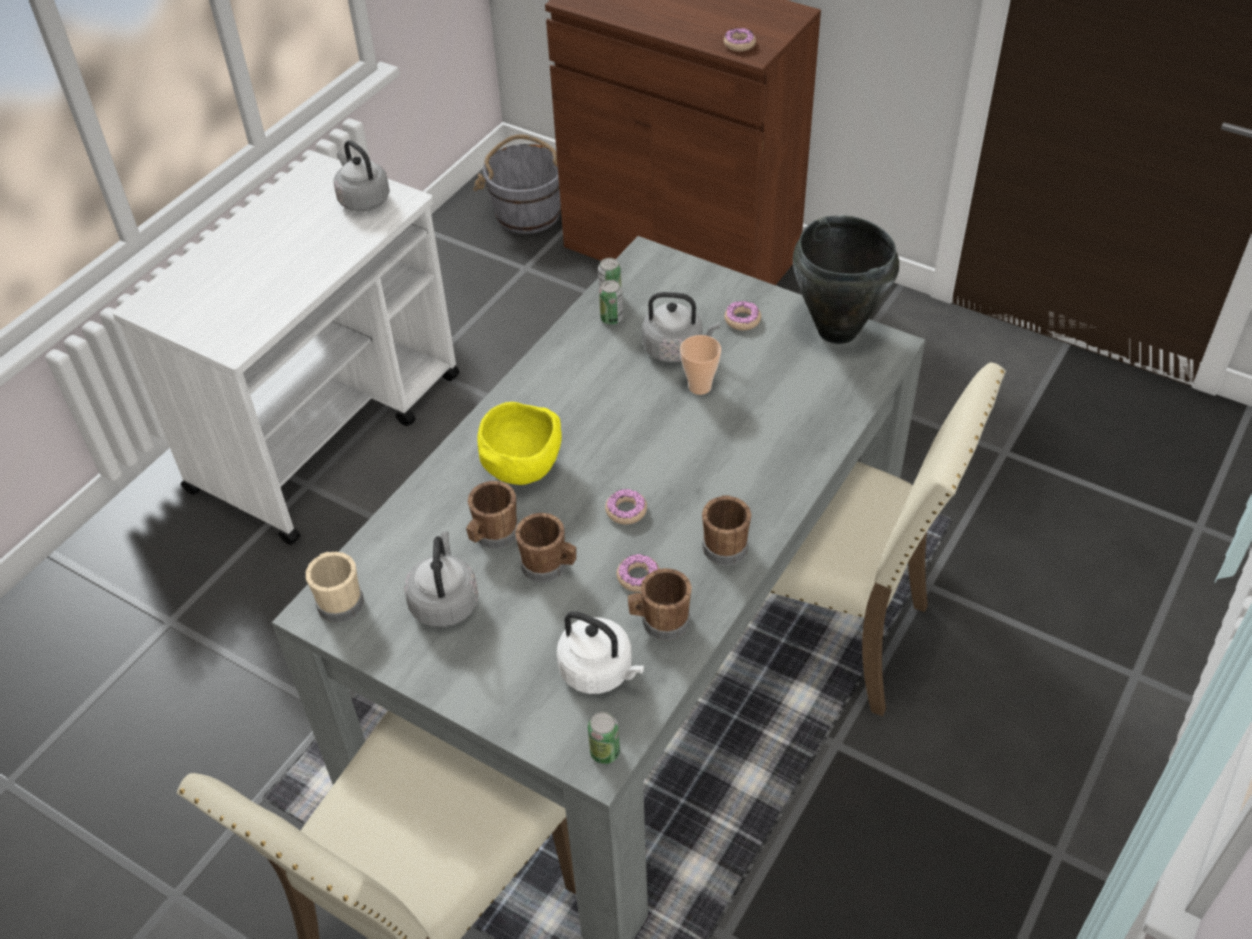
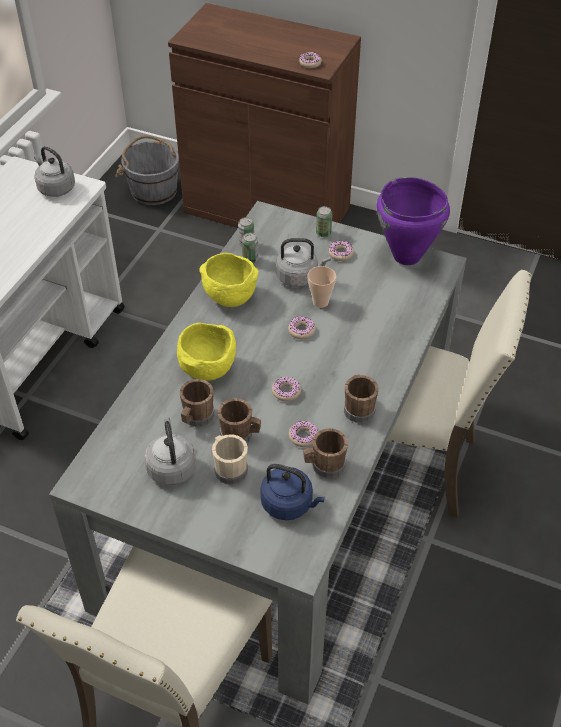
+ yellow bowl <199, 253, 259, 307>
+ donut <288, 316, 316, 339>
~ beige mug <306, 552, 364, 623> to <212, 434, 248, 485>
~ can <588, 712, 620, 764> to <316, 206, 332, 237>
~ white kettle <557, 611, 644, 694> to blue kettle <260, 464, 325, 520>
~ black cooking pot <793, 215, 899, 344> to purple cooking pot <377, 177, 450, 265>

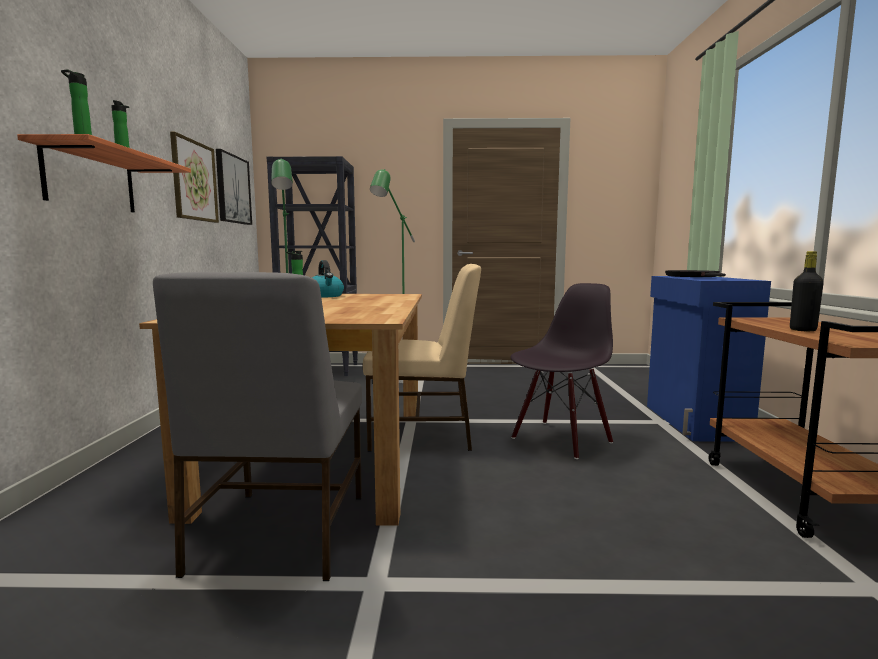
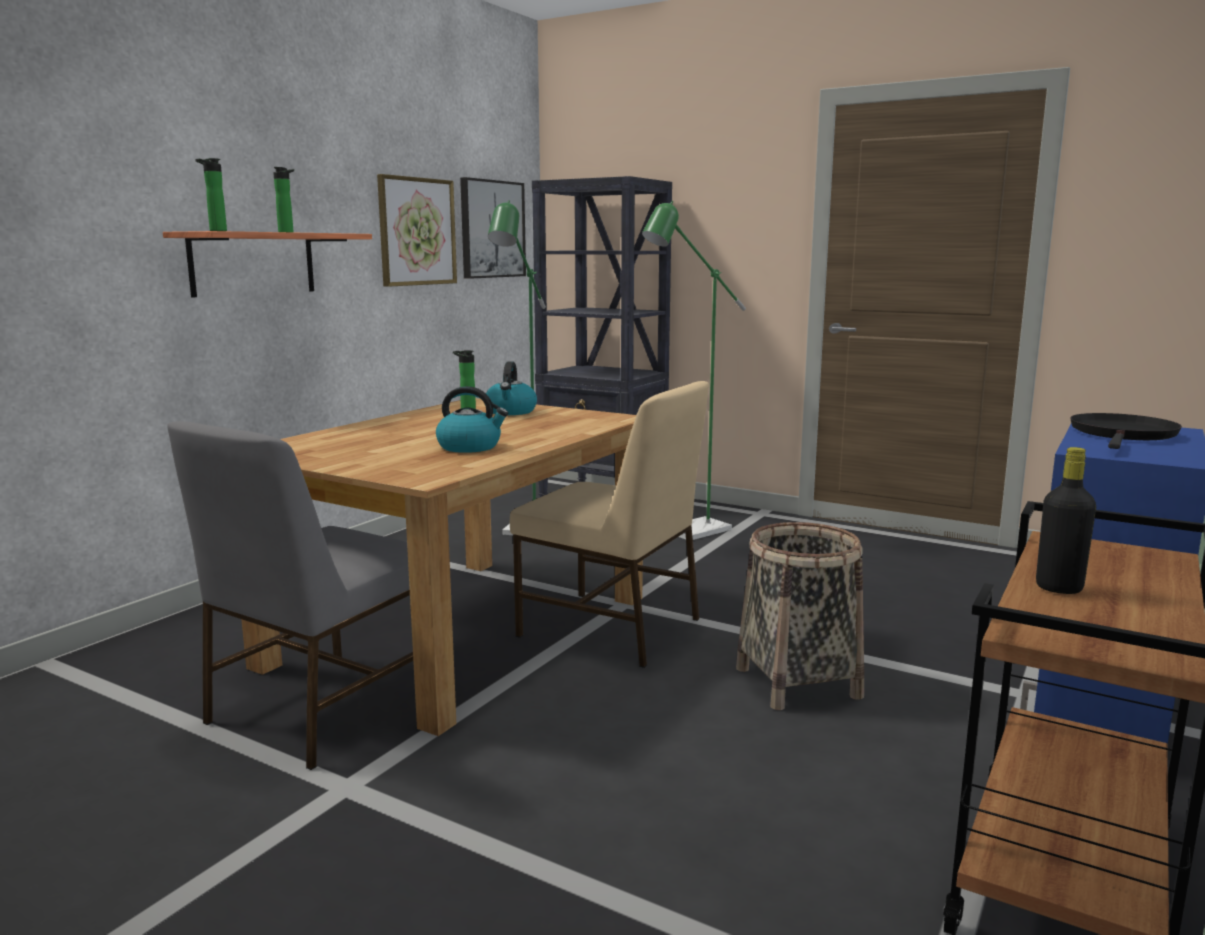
+ kettle <436, 386, 508, 453>
~ black chair <510, 283, 613, 459> to basket <736, 522, 864, 710>

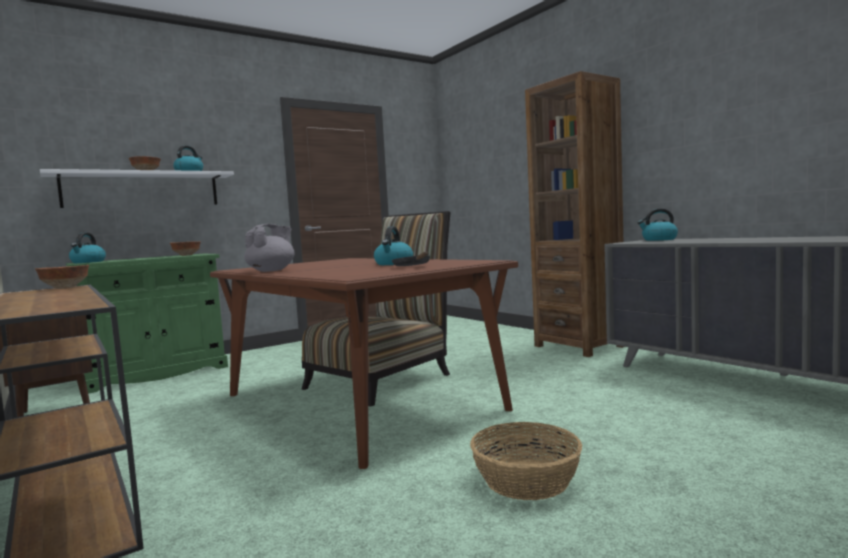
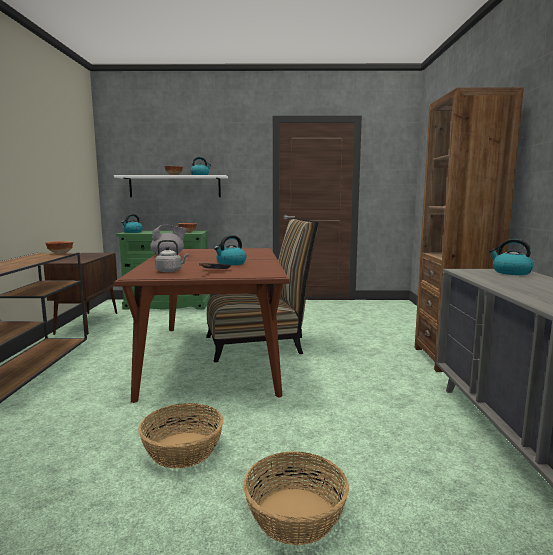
+ grey kettle <155, 240, 189, 272>
+ basket <243, 451, 349, 545>

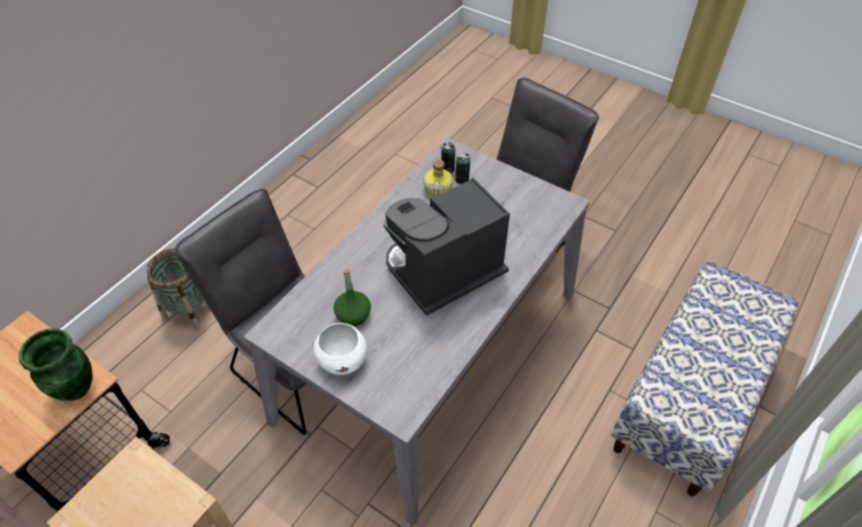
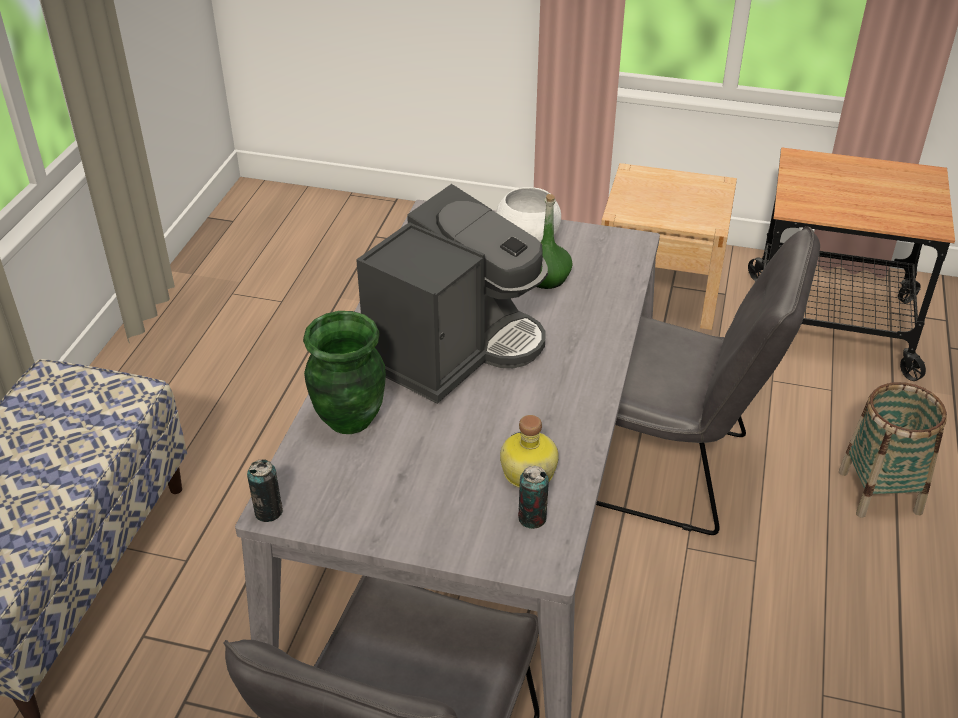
~ green vase <19, 329, 93, 400> to <303, 311, 386, 434>
~ can <455, 153, 470, 184> to <247, 459, 283, 522>

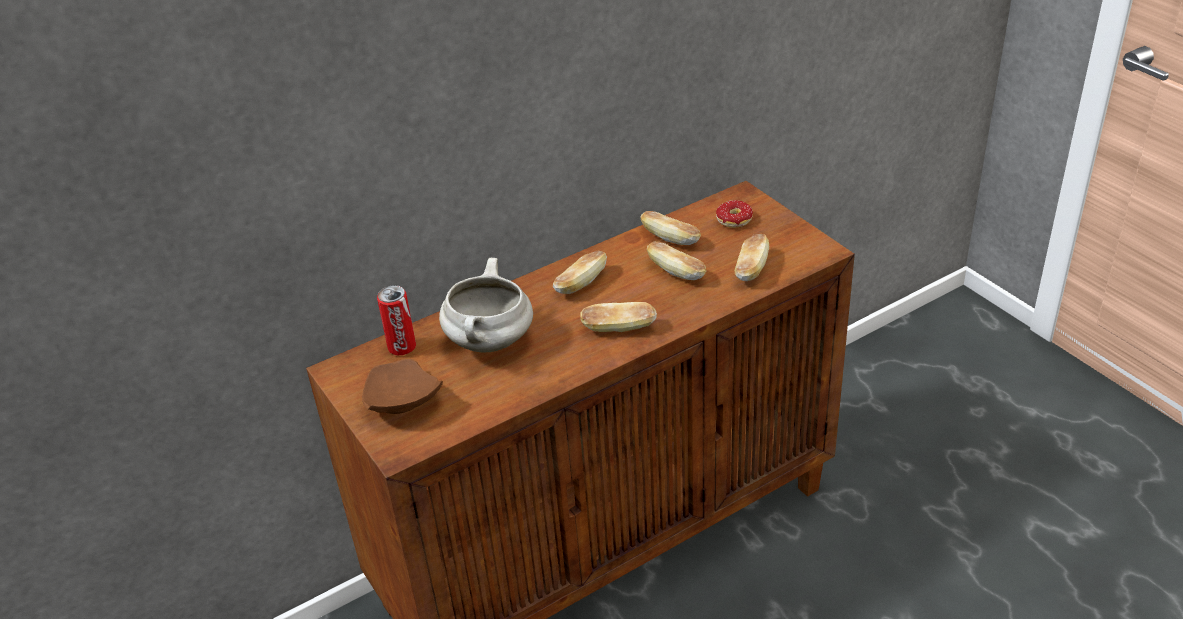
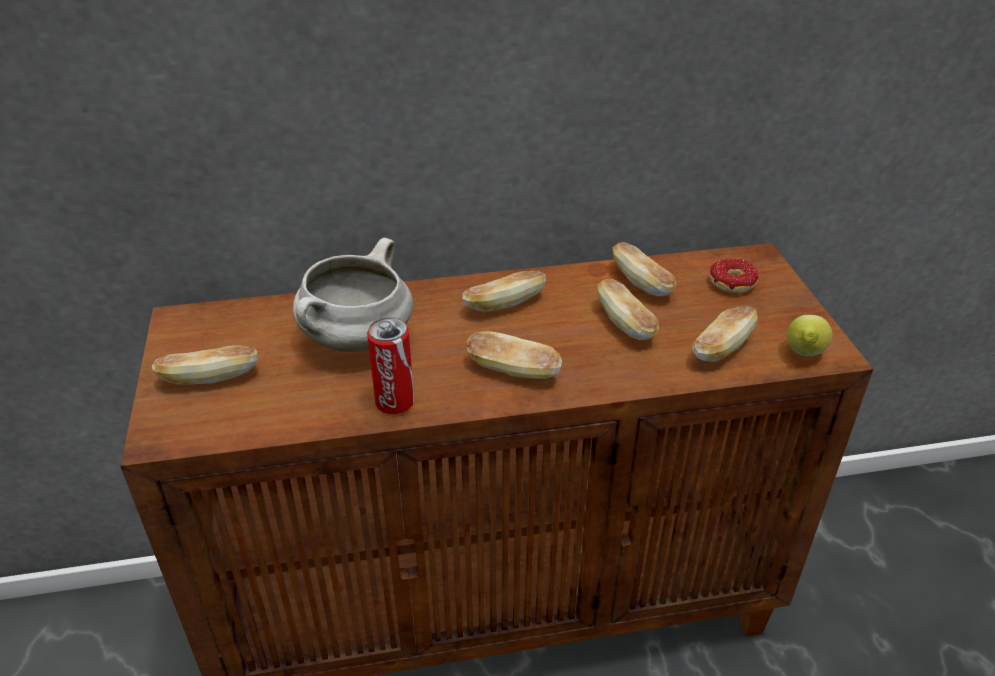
+ lemon <787, 315, 832, 356>
~ can <377, 285, 416, 355> to <367, 317, 414, 414>
~ brown plate <362, 359, 443, 414> to bread <152, 345, 258, 385>

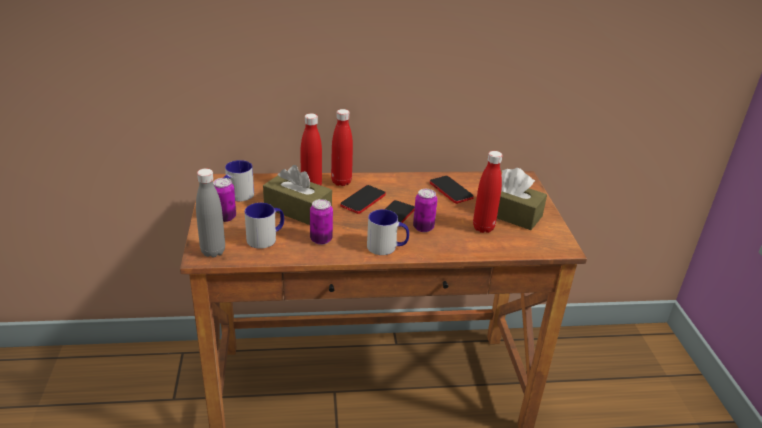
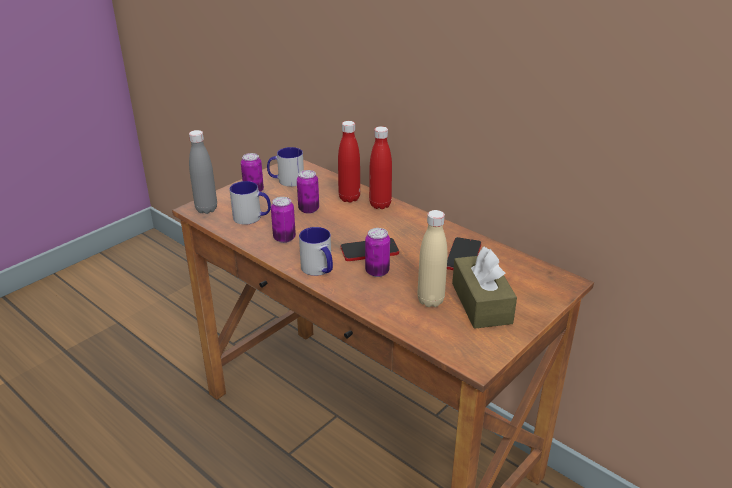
- phone <340, 185, 386, 214>
~ brown tissue box <263, 165, 332, 225> to can <297, 170, 319, 214>
~ red bottle <473, 151, 503, 233> to beige bottle <417, 210, 448, 307>

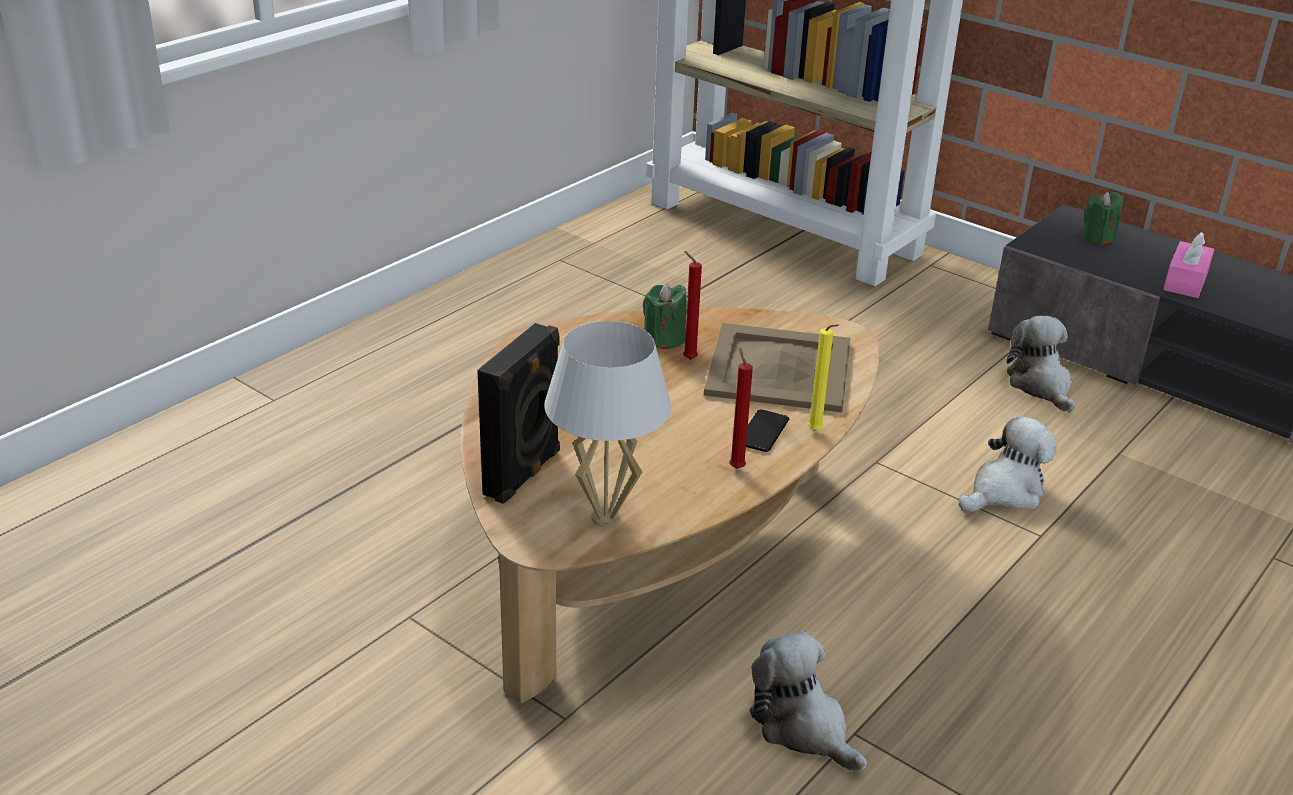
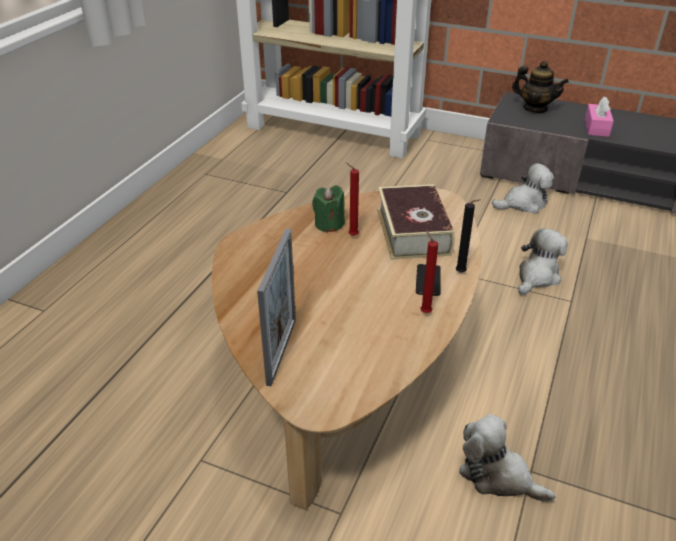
- white table lamp <544, 321, 671, 527>
~ black speaker <477, 323, 560, 504> to picture frame <257, 229, 296, 386>
~ beige tray <704, 323, 850, 412> to book <377, 184, 455, 259>
~ green candle <1082, 192, 1123, 245> to teapot <512, 61, 569, 113>
~ yellow candle <808, 324, 839, 431> to black candle <456, 199, 481, 273>
~ plush toy <1006, 316, 1075, 413> = <492, 163, 554, 213> 105 degrees clockwise

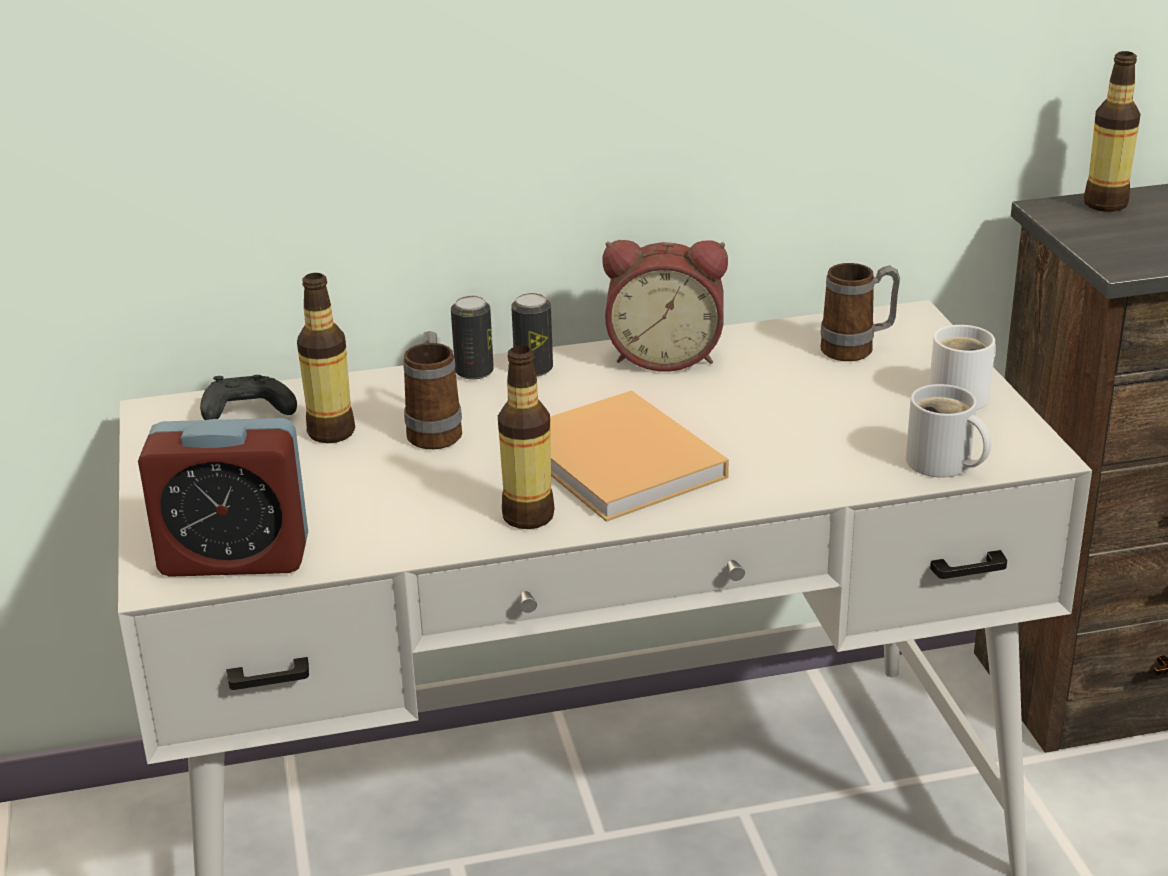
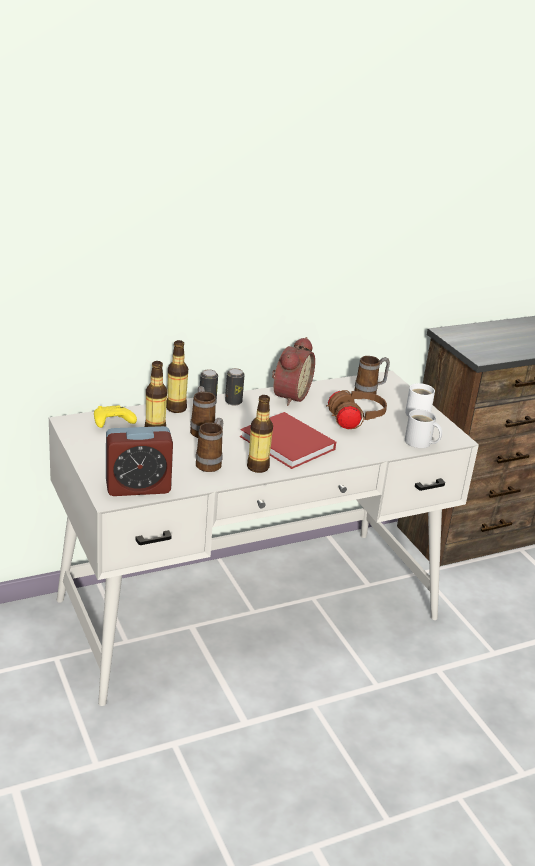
+ mug <196, 418, 223, 472>
+ brown headphones <326, 390, 387, 429>
~ bottle <1084, 51, 1141, 212> to <166, 340, 188, 413>
~ black game controller <200, 375, 297, 420> to yellow game controller <94, 405, 137, 428>
~ beige book <550, 390, 729, 522> to red book <240, 412, 336, 469>
~ alarm clock <602, 240, 728, 372> = <272, 337, 315, 406> 60 degrees counterclockwise

